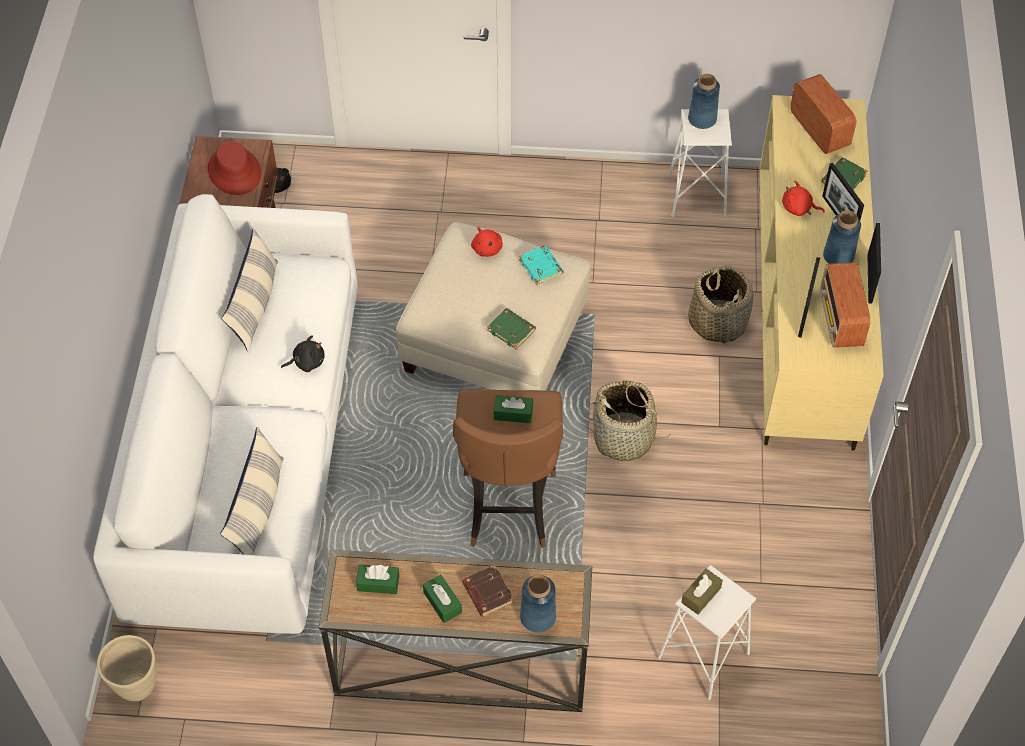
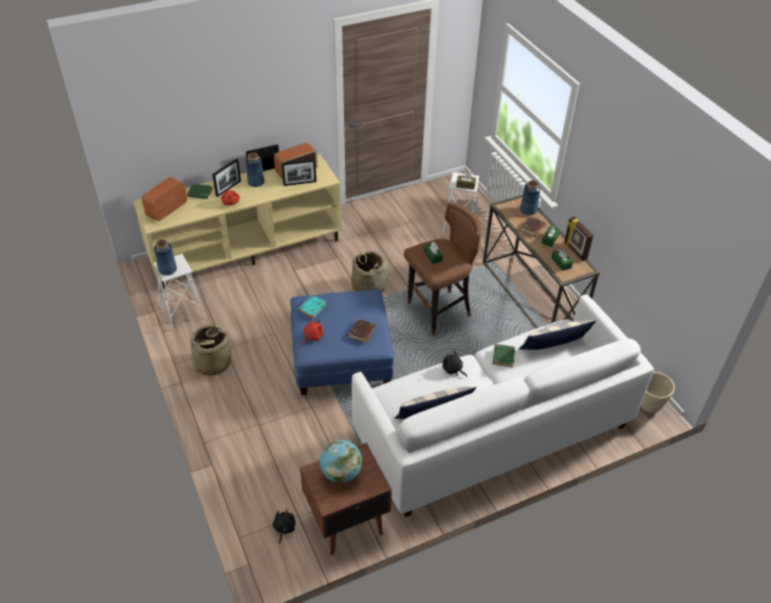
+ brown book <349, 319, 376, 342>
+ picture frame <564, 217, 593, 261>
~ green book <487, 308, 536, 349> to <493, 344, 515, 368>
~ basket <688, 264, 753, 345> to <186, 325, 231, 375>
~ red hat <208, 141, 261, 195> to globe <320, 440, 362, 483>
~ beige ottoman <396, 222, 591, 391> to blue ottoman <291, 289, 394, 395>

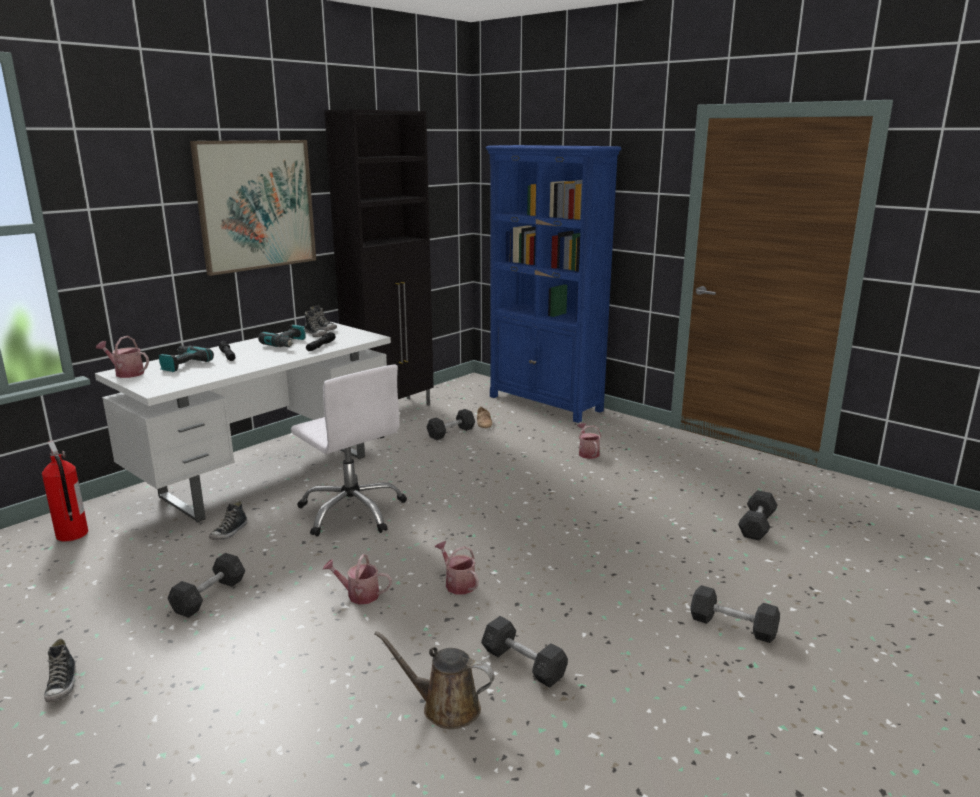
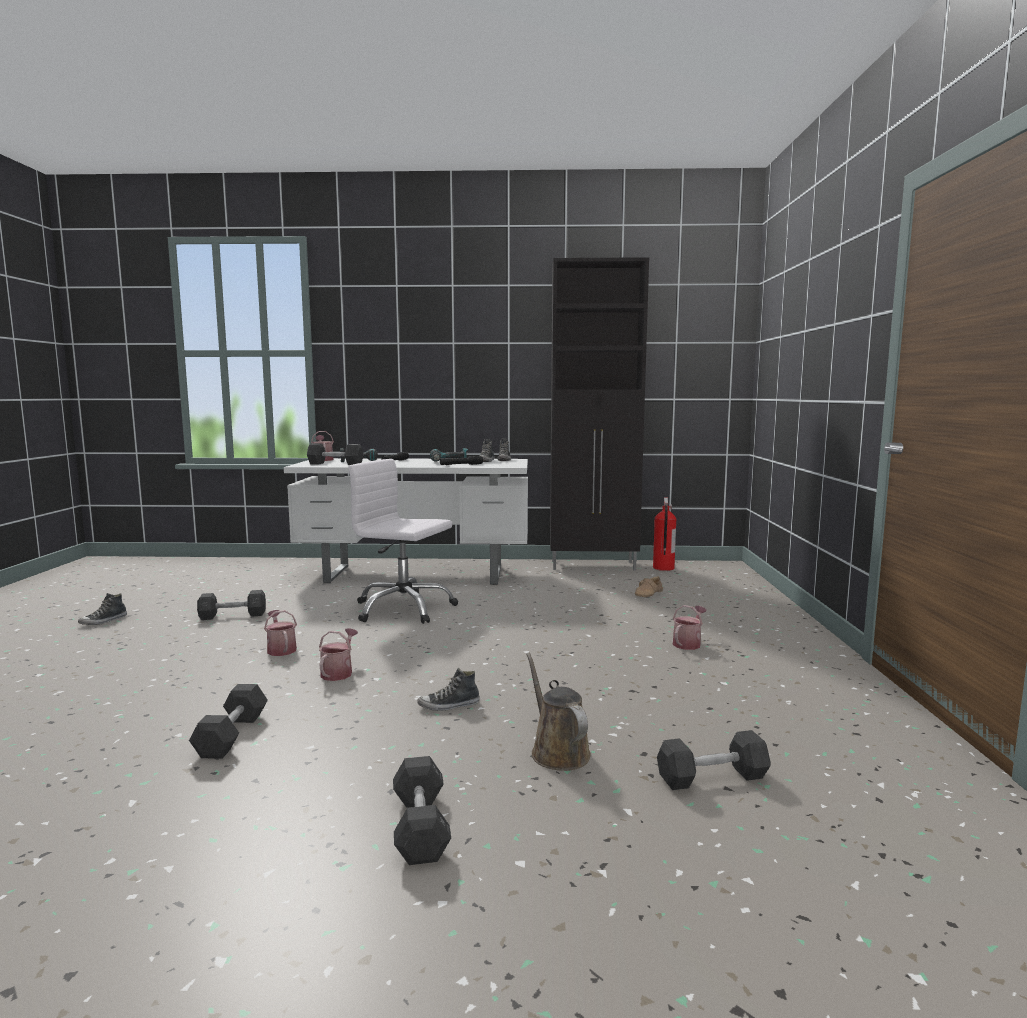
- picture <190, 140, 316, 276>
- blue bookcase <485, 145, 621, 423>
~ fire extinguisher <42, 441, 88, 542> to <653, 497, 676, 571>
~ shoe <209, 501, 247, 540> to <417, 668, 480, 711>
~ brown watering can <375, 631, 495, 729> to <526, 652, 591, 771>
~ grey dumbbell <427, 409, 475, 440> to <307, 444, 363, 465>
~ white office chair <291, 364, 407, 536> = <348, 459, 458, 624> 105 degrees clockwise

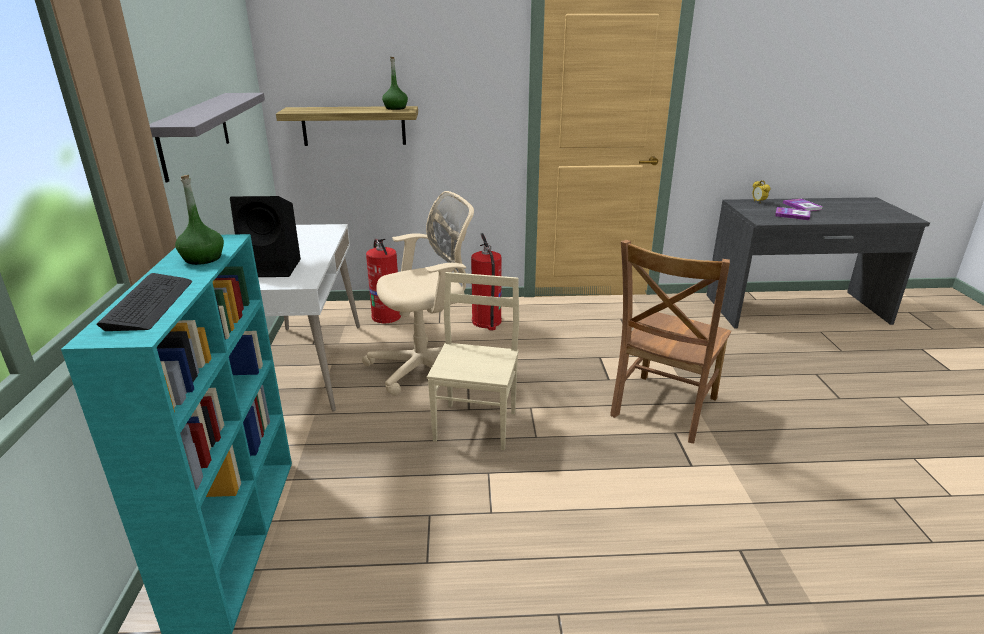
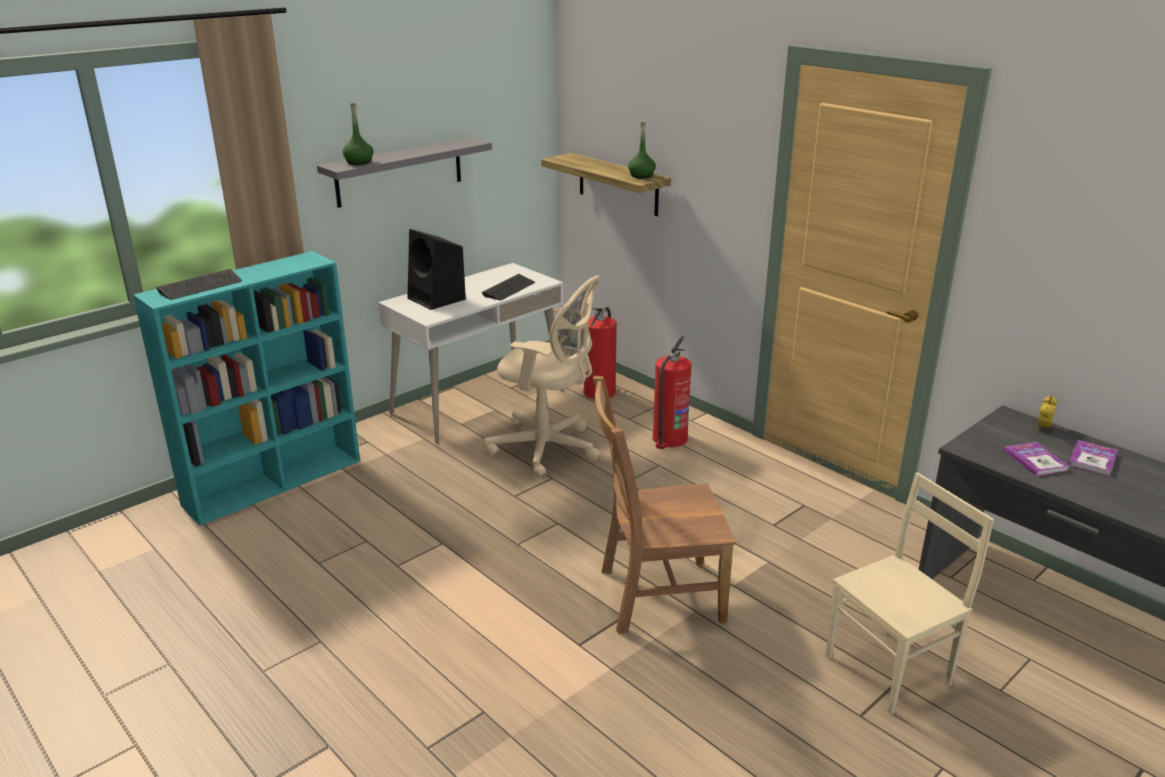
+ keyboard <482, 274, 535, 301>
~ green bottle <175, 175, 224, 265> to <343, 103, 373, 165>
~ beige chair <427, 272, 519, 450> to <825, 472, 994, 715>

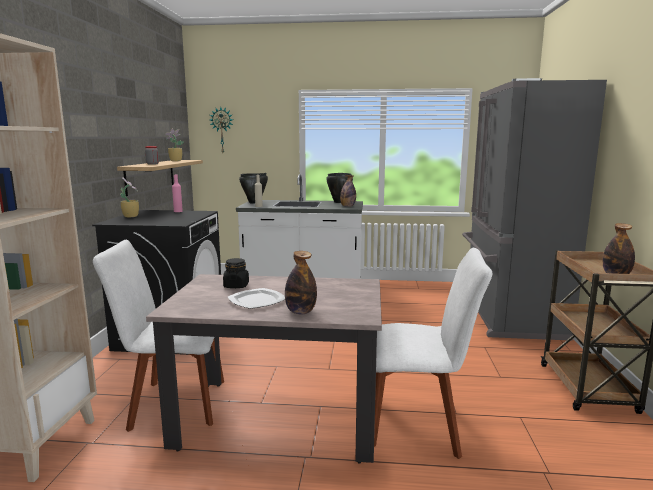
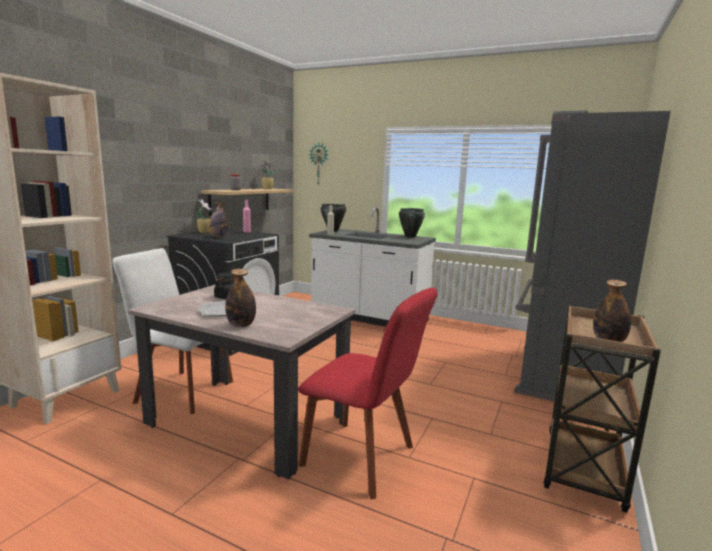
~ bottle <340, 175, 356, 207> to <209, 202, 228, 237>
~ white chair <374, 248, 492, 459> to red chair <298, 288, 437, 499>

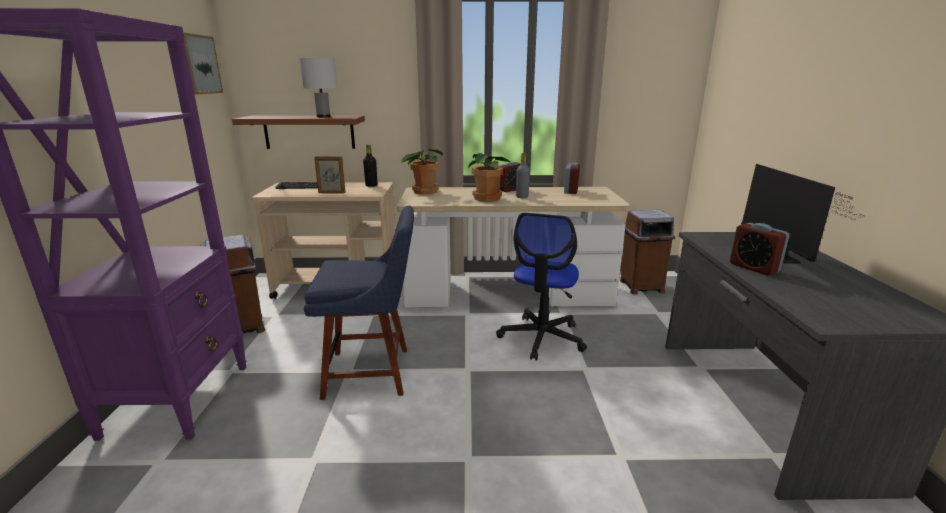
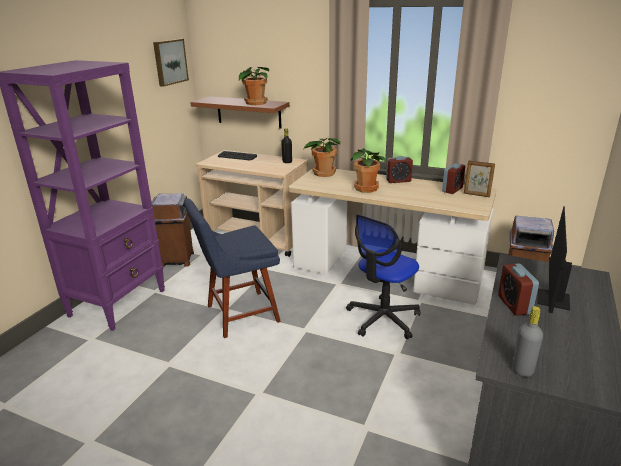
~ picture frame <314, 156, 346, 194> to <464, 160, 495, 197>
~ grey bottle <516, 153, 530, 198> to <512, 306, 543, 377>
~ white table lamp <300, 58, 338, 118> to potted plant <239, 67, 269, 105>
~ blue chair <304, 206, 414, 400> = <184, 198, 281, 338> 135 degrees clockwise

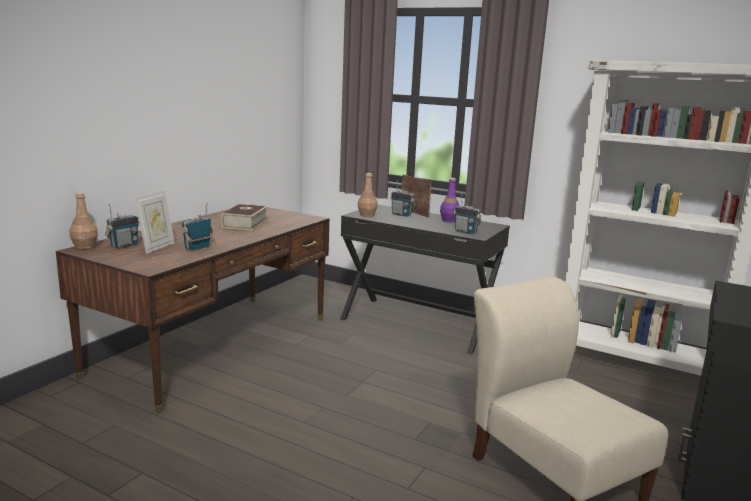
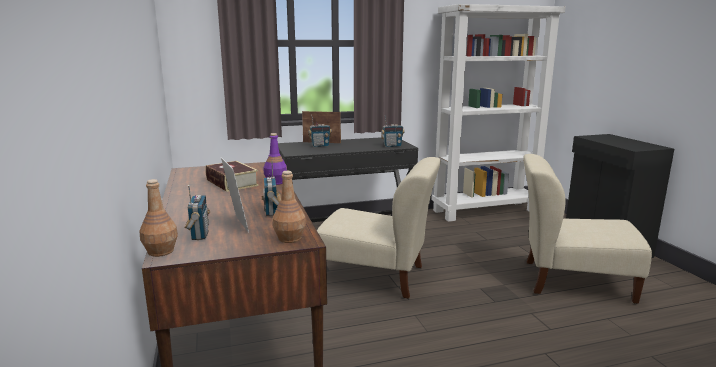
+ beige chair <317, 157, 441, 299>
~ brown bottle <358, 173, 378, 217> to <273, 171, 306, 243>
~ purple bottle <440, 178, 460, 222> to <264, 133, 287, 185>

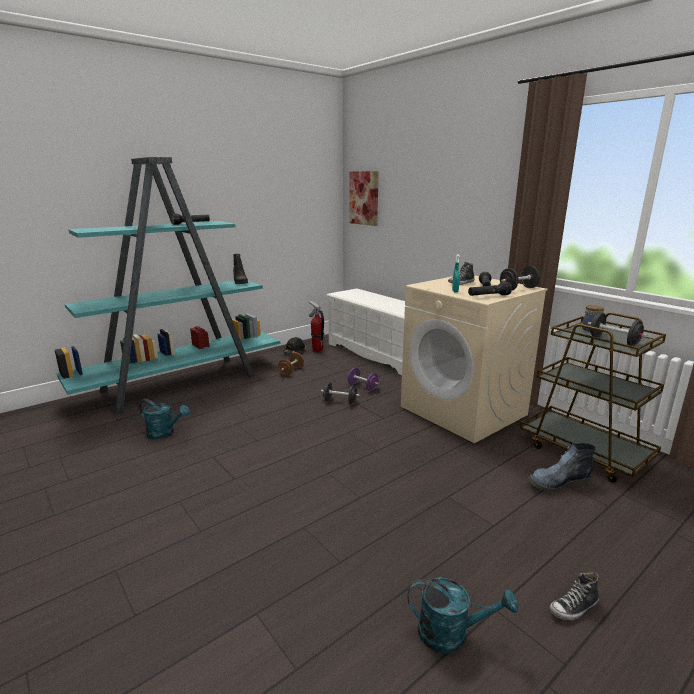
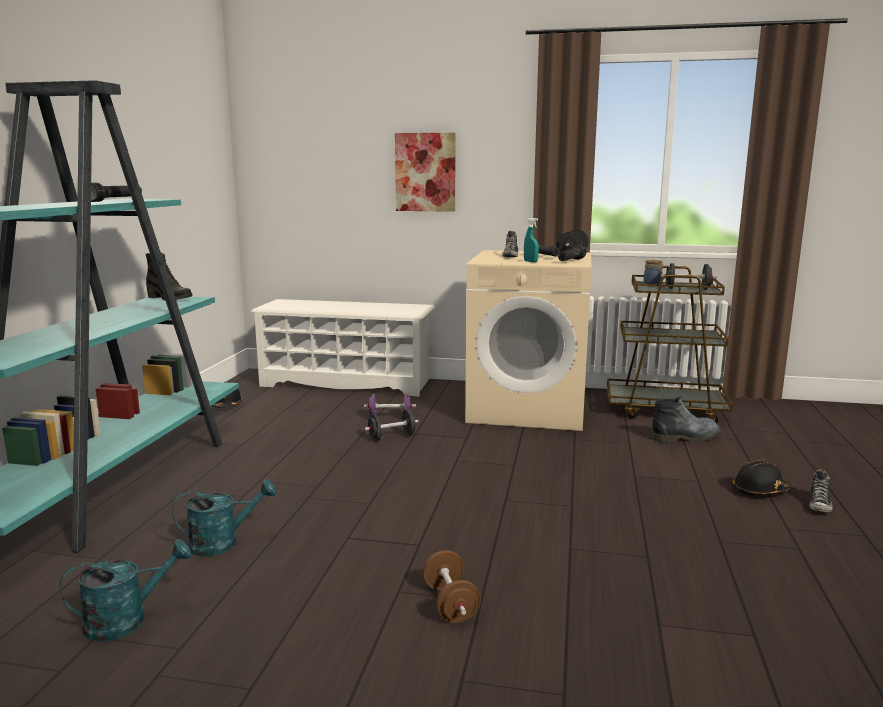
- fire extinguisher <308, 301, 324, 352>
+ black hard hat <732, 460, 791, 496>
~ brown dumbbell <278, 353, 304, 376> to <423, 550, 481, 623>
~ picture <350, 171, 379, 226> to <395, 133, 456, 212>
~ turquoise watering can <407, 577, 518, 653> to <60, 539, 192, 641>
~ boot <527, 443, 595, 492> = <652, 397, 721, 443> 135 degrees counterclockwise

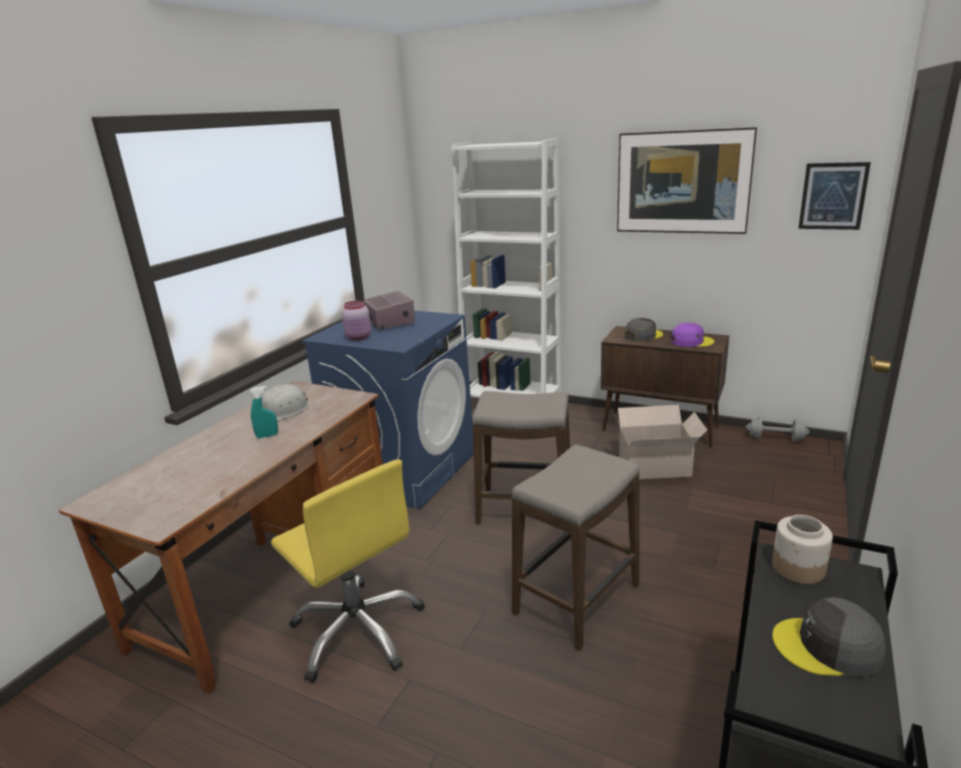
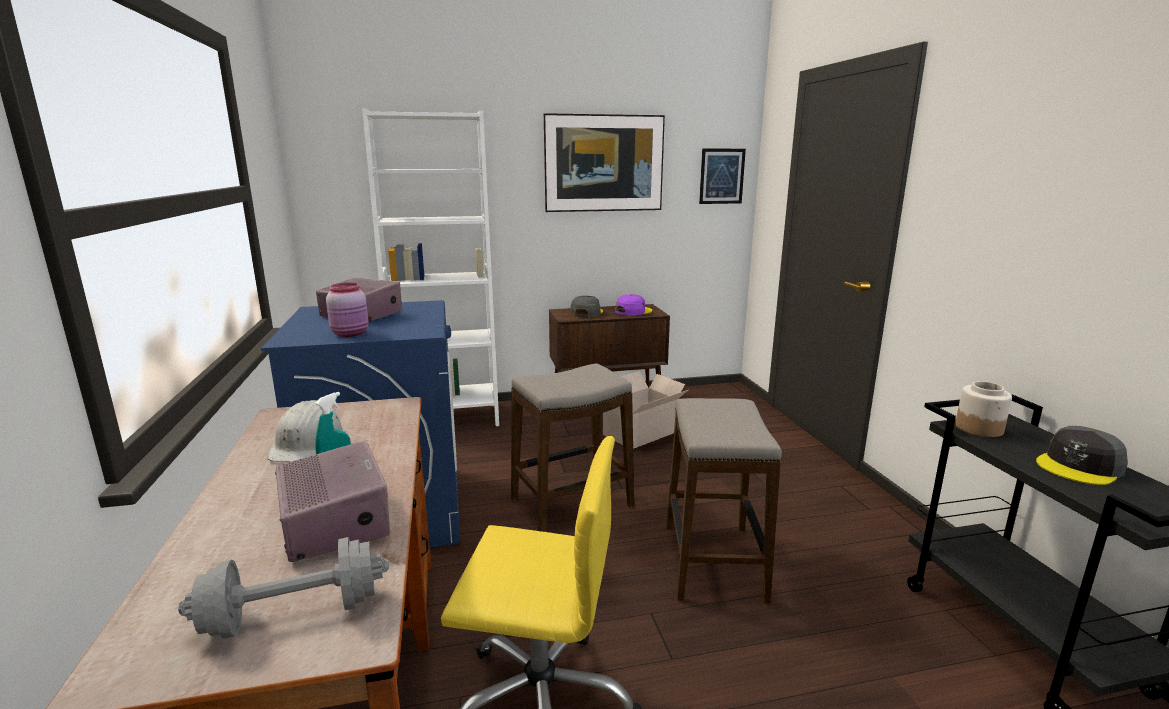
+ radio <275, 441, 390, 562>
~ grey dumbbell <746, 417, 810, 442> to <178, 537, 389, 638>

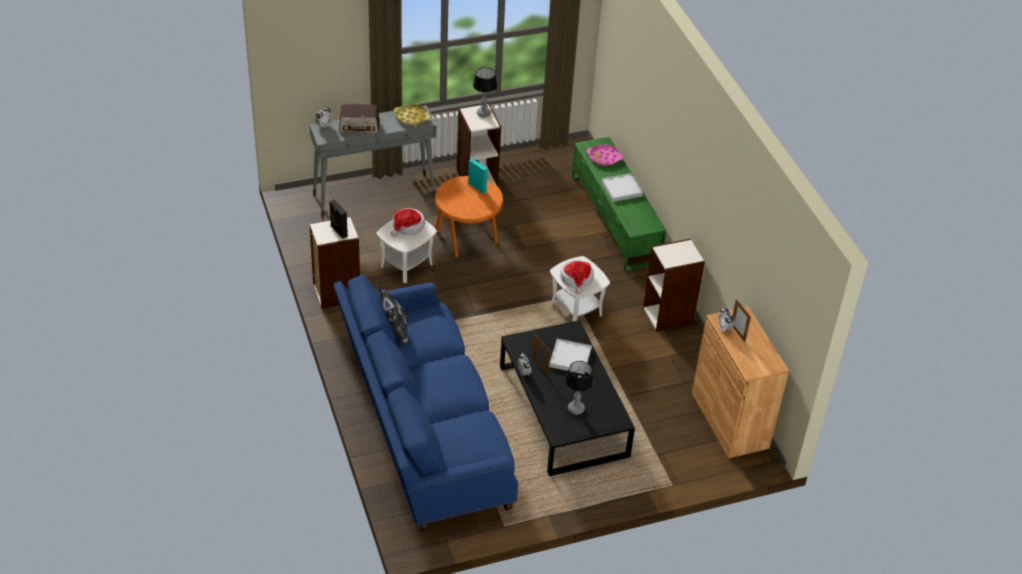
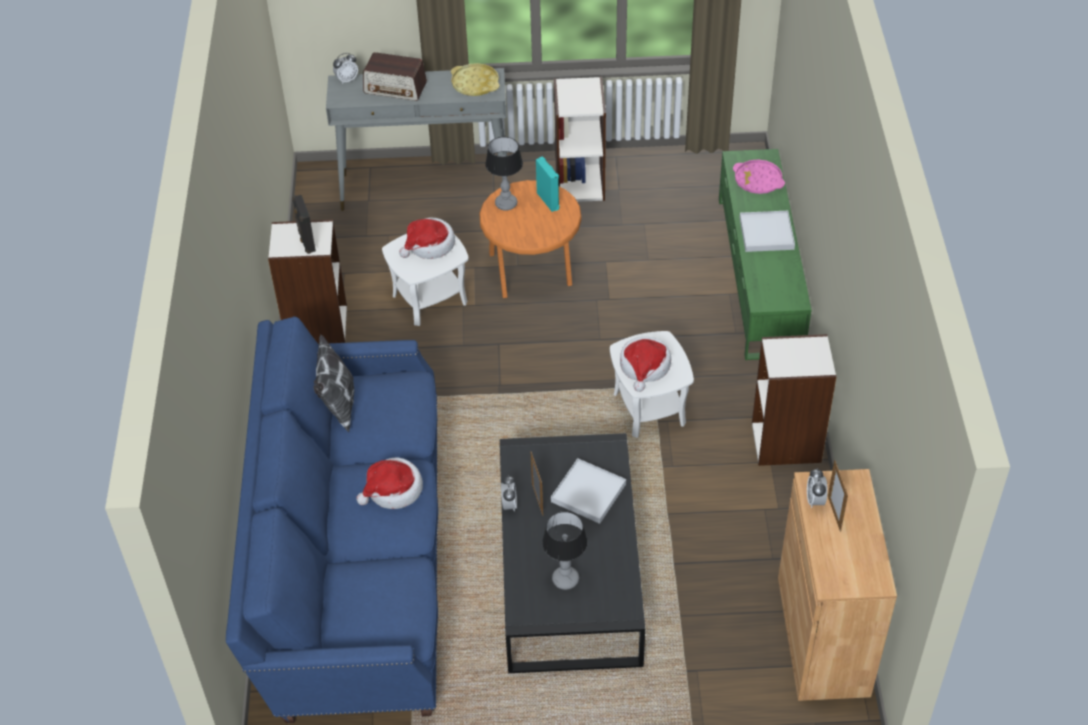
+ hat <356, 457, 423, 509>
~ table lamp <473, 68, 497, 117> to <485, 137, 523, 211>

